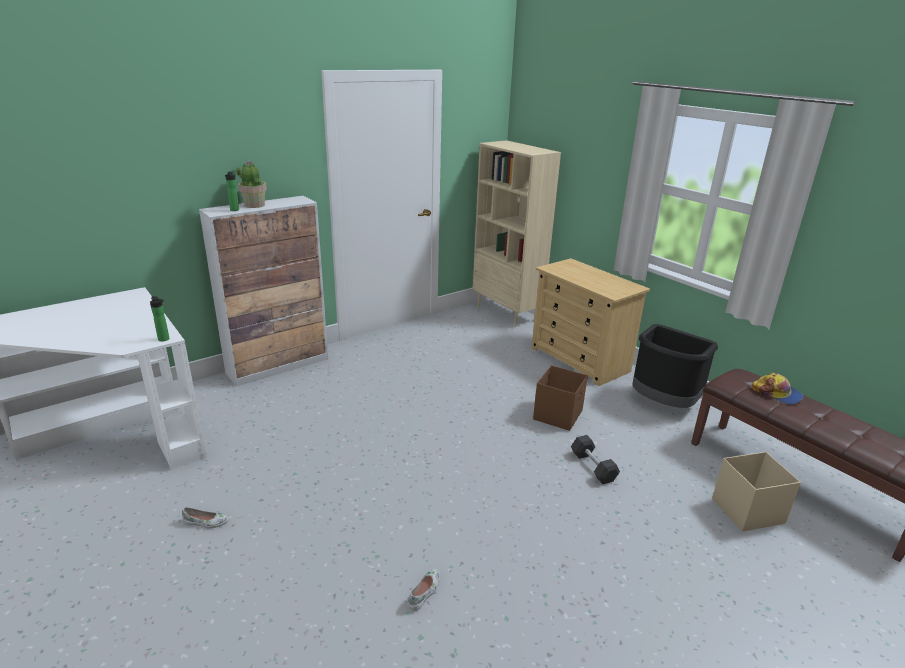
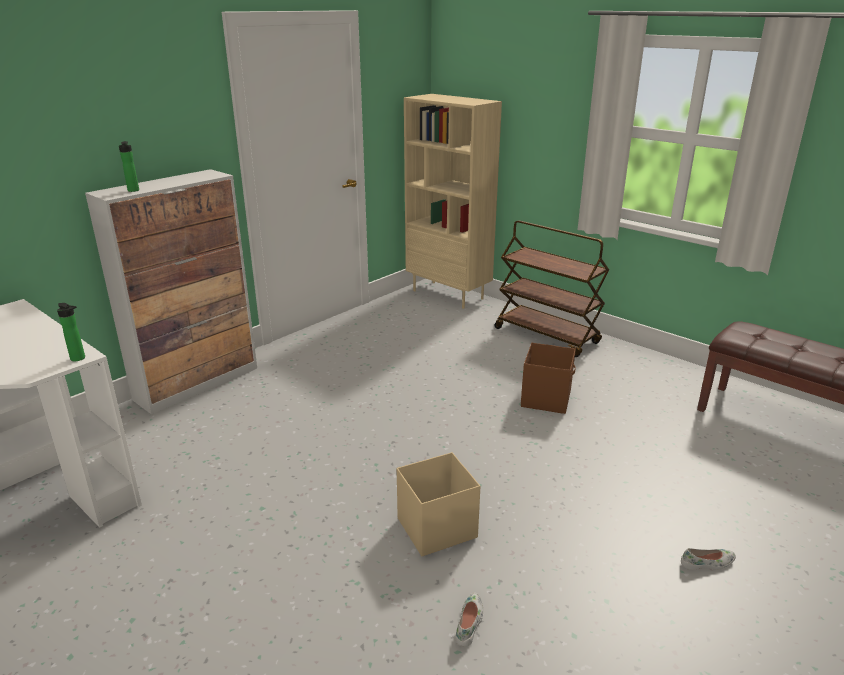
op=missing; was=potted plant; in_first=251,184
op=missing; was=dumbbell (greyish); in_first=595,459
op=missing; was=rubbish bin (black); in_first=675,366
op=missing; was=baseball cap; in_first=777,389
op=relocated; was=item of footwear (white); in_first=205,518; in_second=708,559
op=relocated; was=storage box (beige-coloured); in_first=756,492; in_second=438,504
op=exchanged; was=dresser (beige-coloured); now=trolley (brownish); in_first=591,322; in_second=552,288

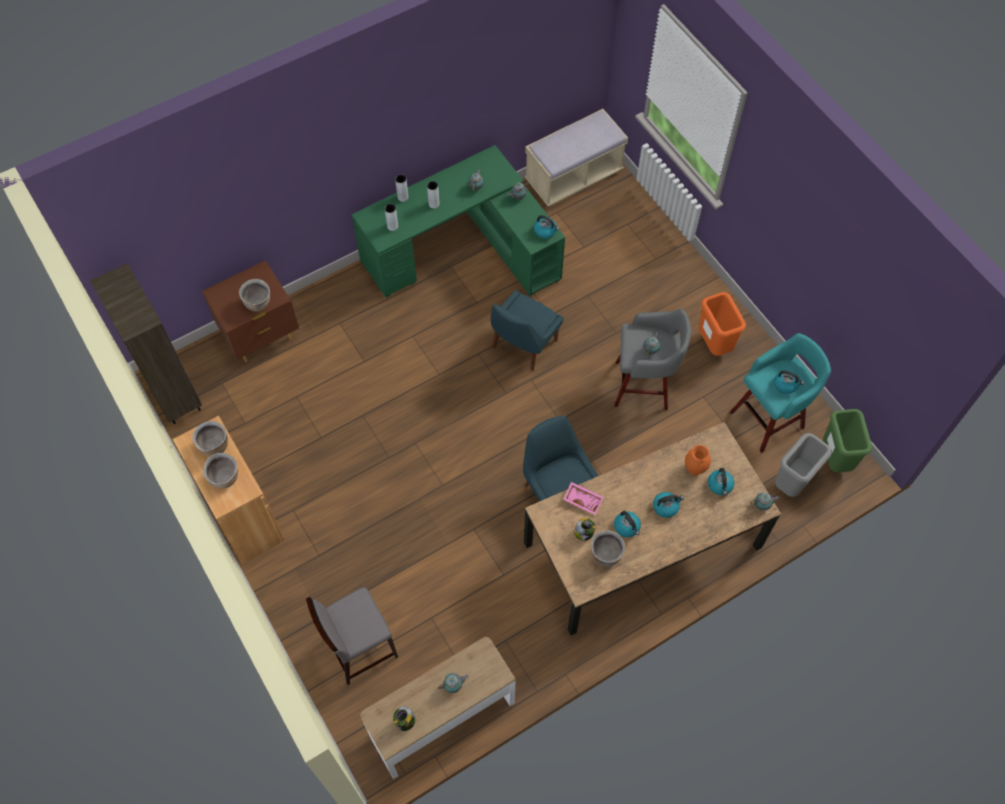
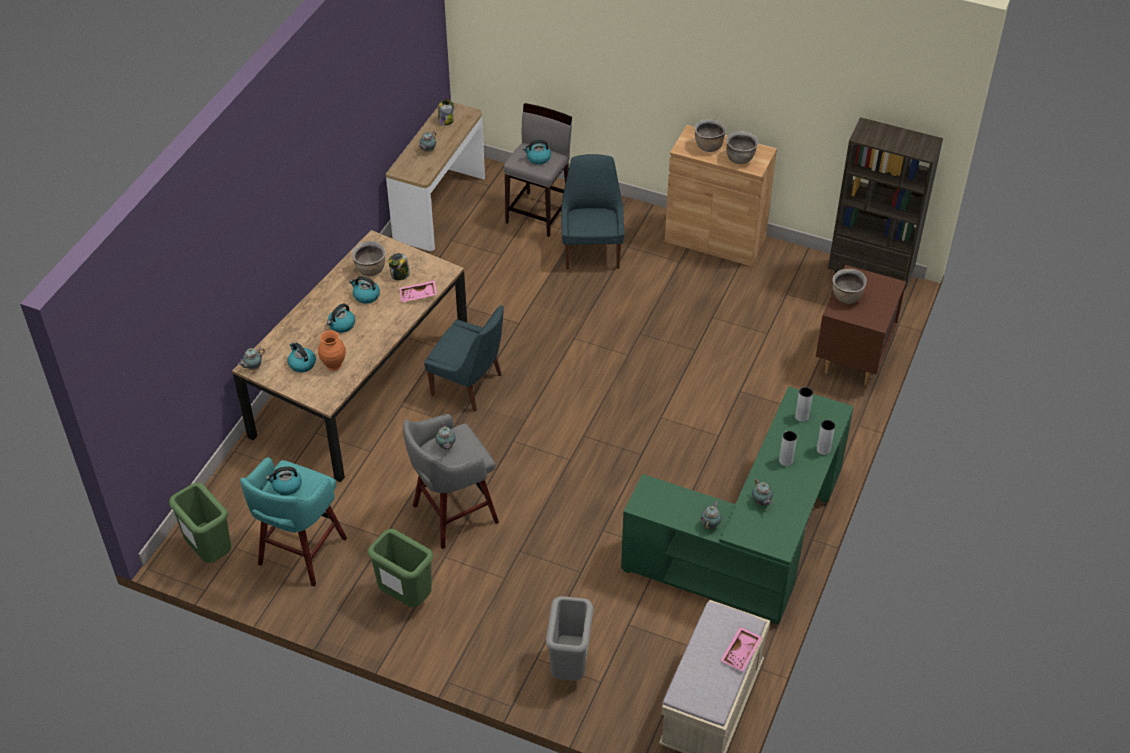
op=appeared; now=serving tray (pink); in_second=741,649
op=relocated; was=upright chair (blue); in_first=527,330; in_second=593,211
op=relocated; was=tea kettle; in_first=546,227; in_second=537,152
op=relocated; was=rubbish bin (greyish); in_first=803,465; in_second=570,638
op=colour; was=rubbish bin (orangey); now=rubbish bin (greenish); in_first=722,324; in_second=400,568

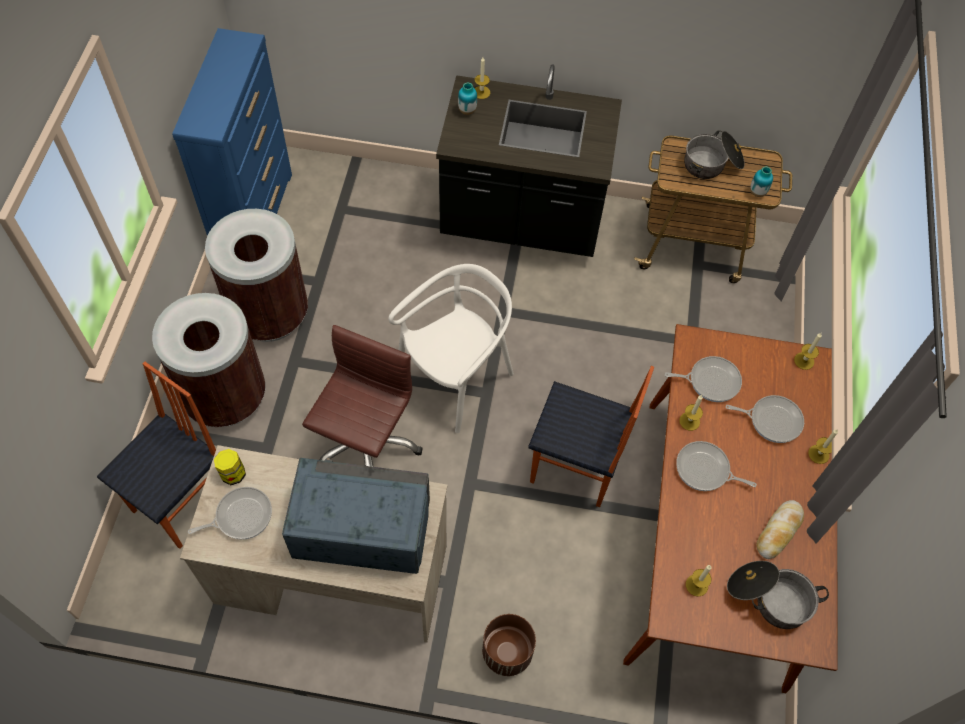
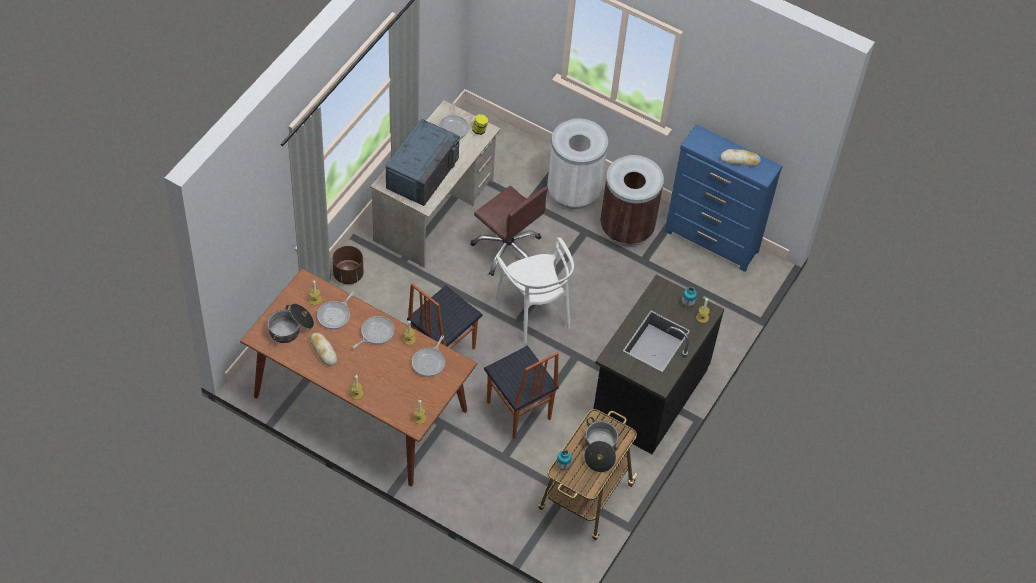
op=appeared; now=bread; in_second=741,157
op=relocated; was=upright chair; in_first=156,455; in_second=521,392
op=relocated; was=pan; in_first=764,419; in_second=335,310
op=colour; was=rubbish bin (brownish); now=rubbish bin (white); in_first=208,360; in_second=577,163

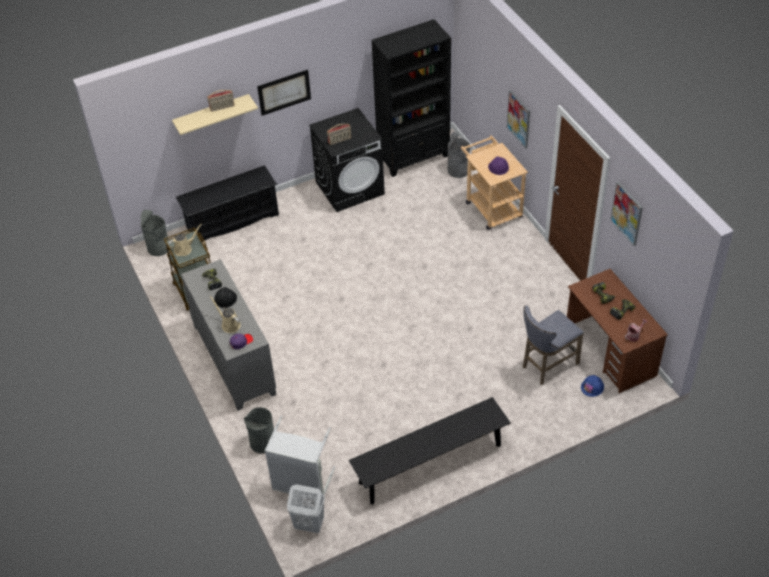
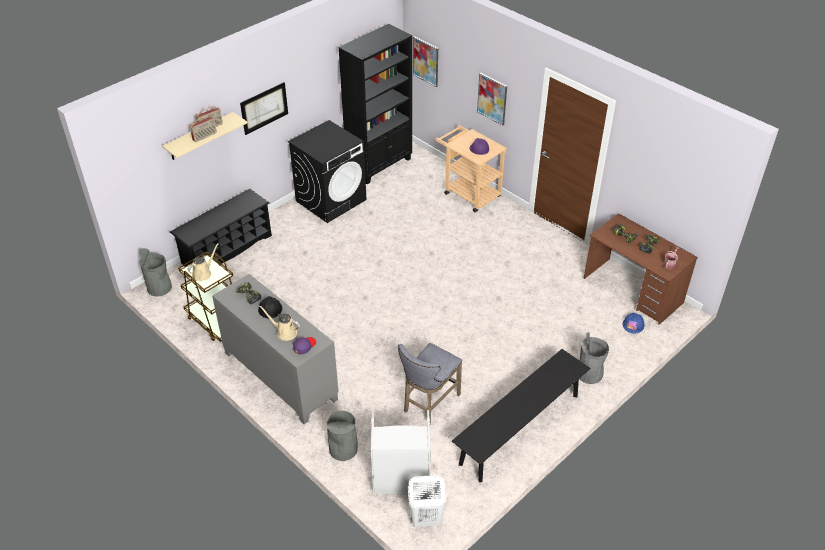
op=relocated; was=radio; in_first=339,134; in_second=203,129
op=relocated; was=rubbish bin (greyish); in_first=459,155; in_second=594,358
op=relocated; was=stool seat (greyish); in_first=553,345; in_second=430,383
op=relocated; was=wall picture; in_first=626,214; in_second=425,61

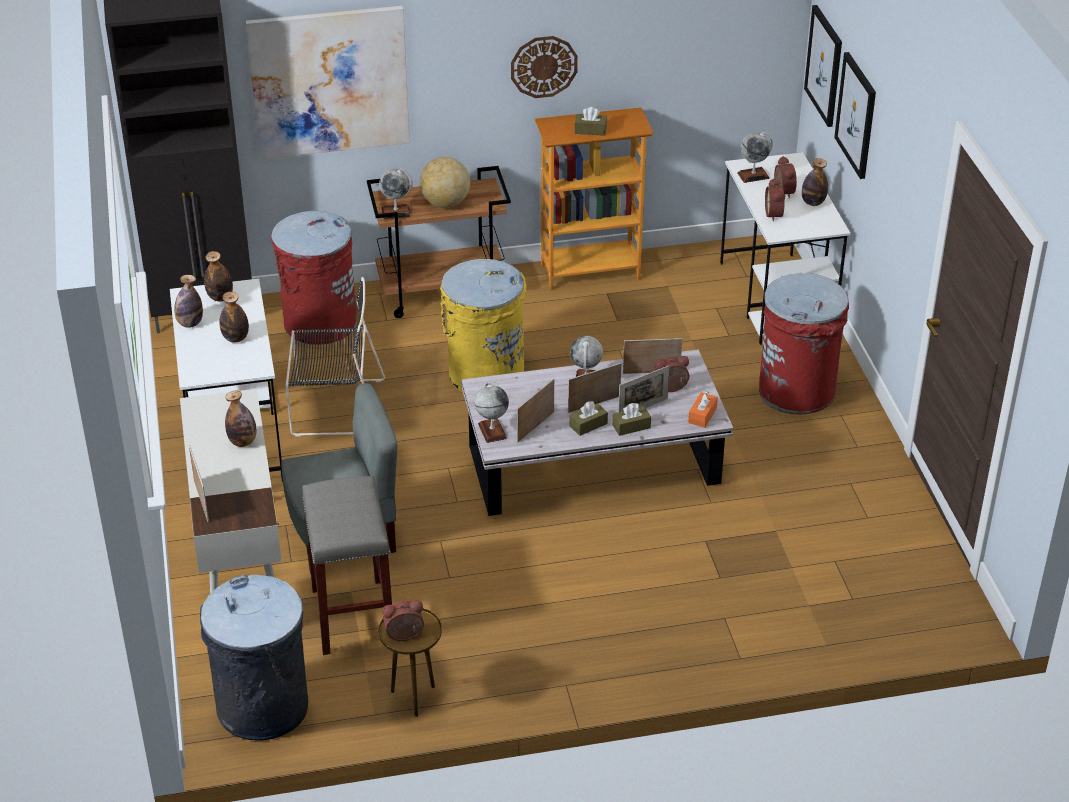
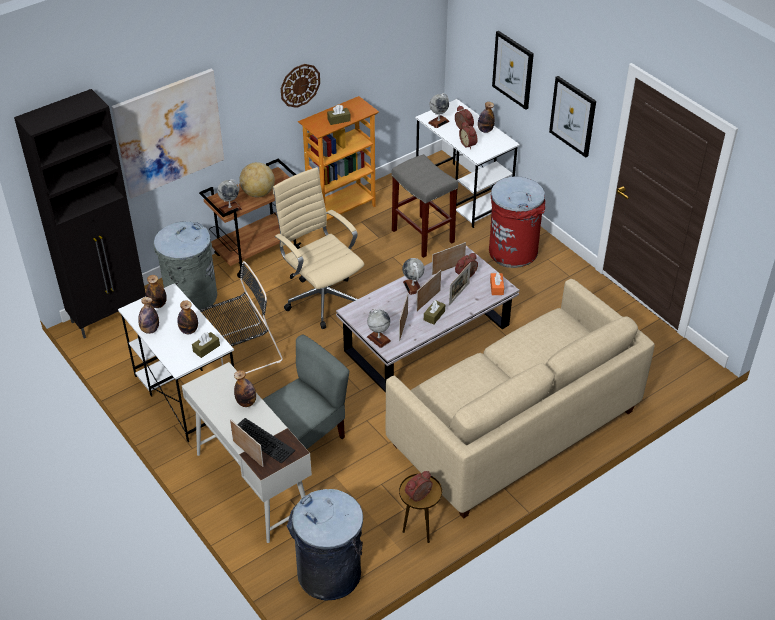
op=appeared; now=keyboard; in_second=263,441
op=appeared; now=couch (beige-coloured); in_second=520,399
op=relocated; was=stool seat (greyish); in_first=347,565; in_second=424,206
op=relocated; was=tissue box (brownish); in_first=631,419; in_second=206,345
op=relocated; was=wall picture; in_first=823,66; in_second=572,117
op=exchanged; was=rubbish bin (yellow-coloured); now=office chair (beige-coloured); in_first=483,325; in_second=318,248
op=colour; was=rubbish bin (red-coloured); now=rubbish bin (greyish); in_first=314,278; in_second=185,266

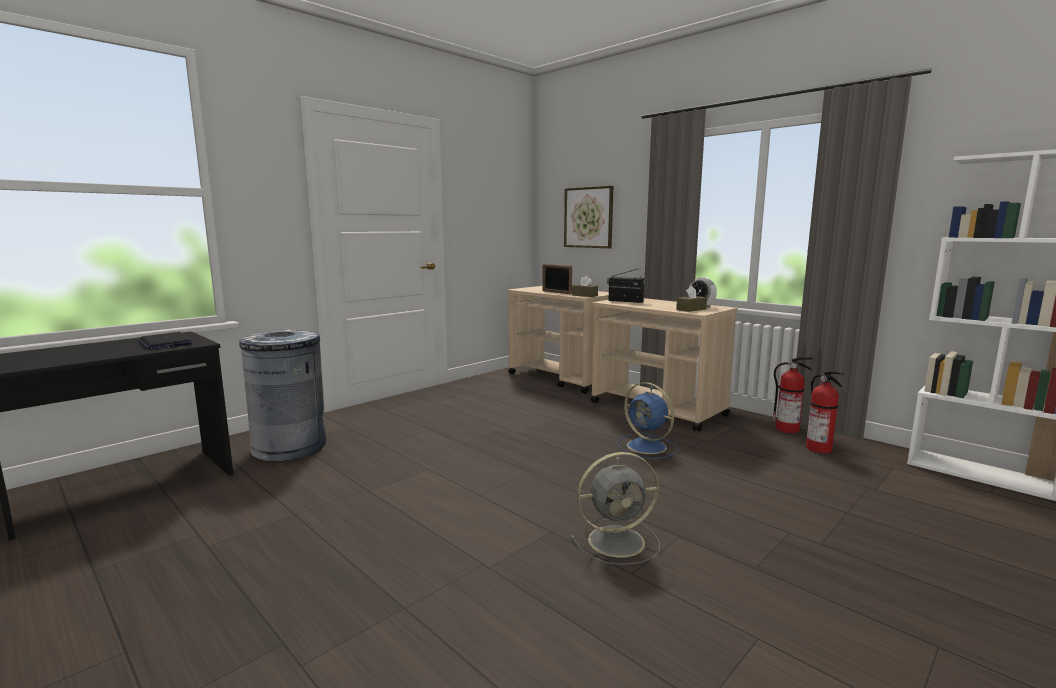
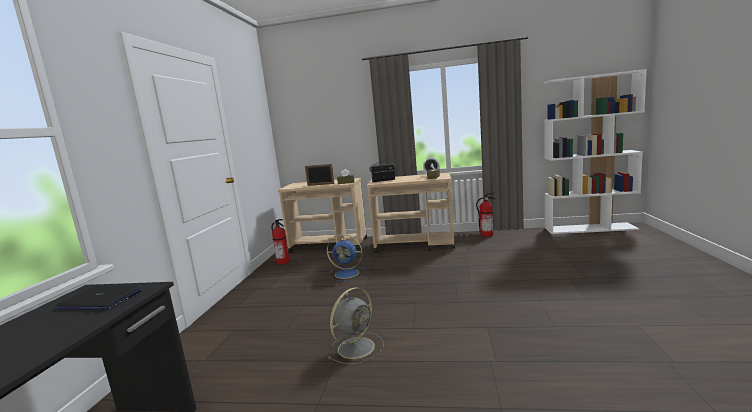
op=missing; was=rubbish bin (greyish); in_first=282,395
op=missing; was=wall picture; in_first=588,217
op=relocated; was=cooling fan (greyish); in_first=615,508; in_second=356,326
op=relocated; was=cooling fan (blue); in_first=648,420; in_second=346,257
op=relocated; was=fire-fighting cylinder; in_first=825,412; in_second=280,241

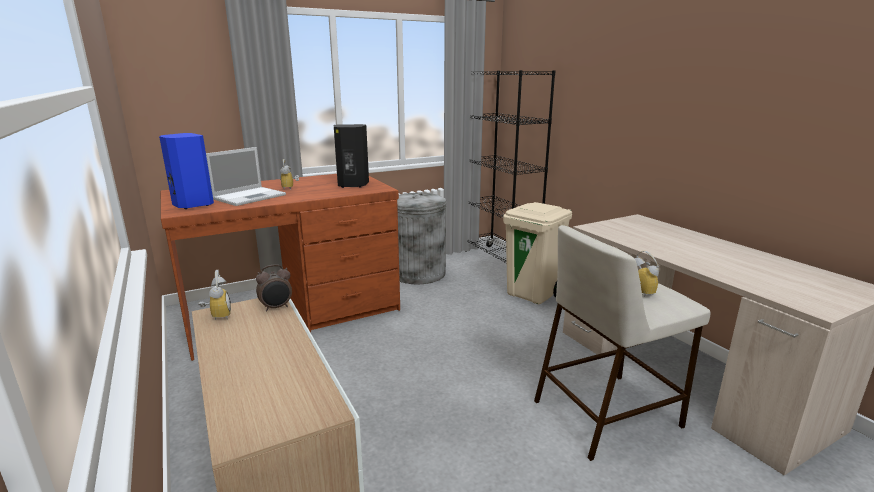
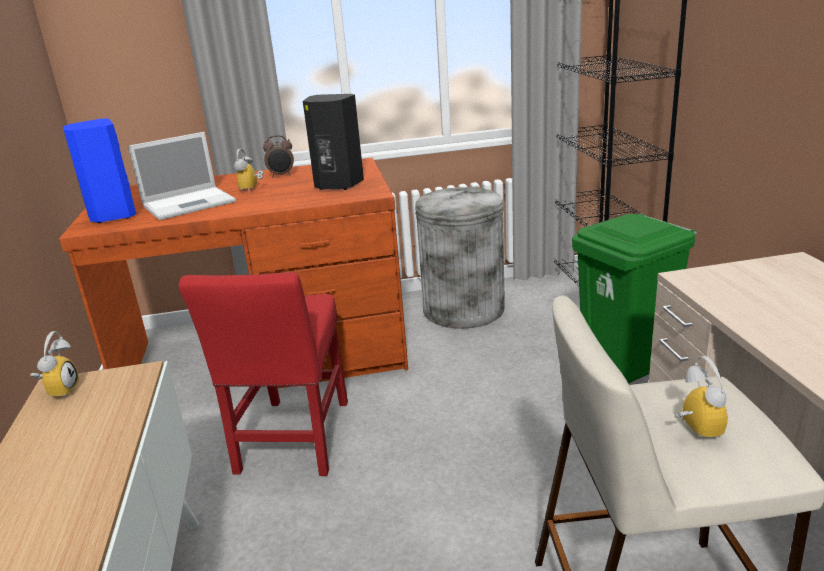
op=appeared; now=upright chair (red-coloured); in_second=263,374
op=relocated; was=alarm clock; in_first=274,288; in_second=278,156
op=colour; was=rubbish bin (beige-coloured); now=rubbish bin (greenish); in_first=537,253; in_second=634,298

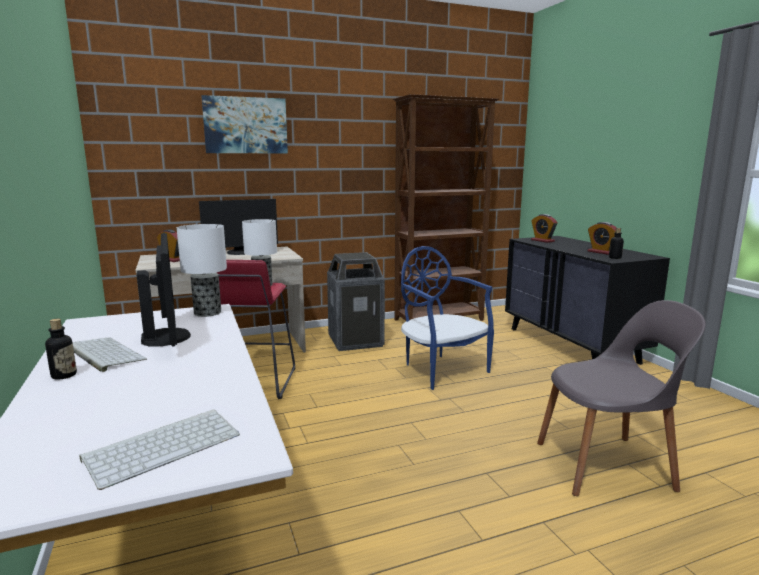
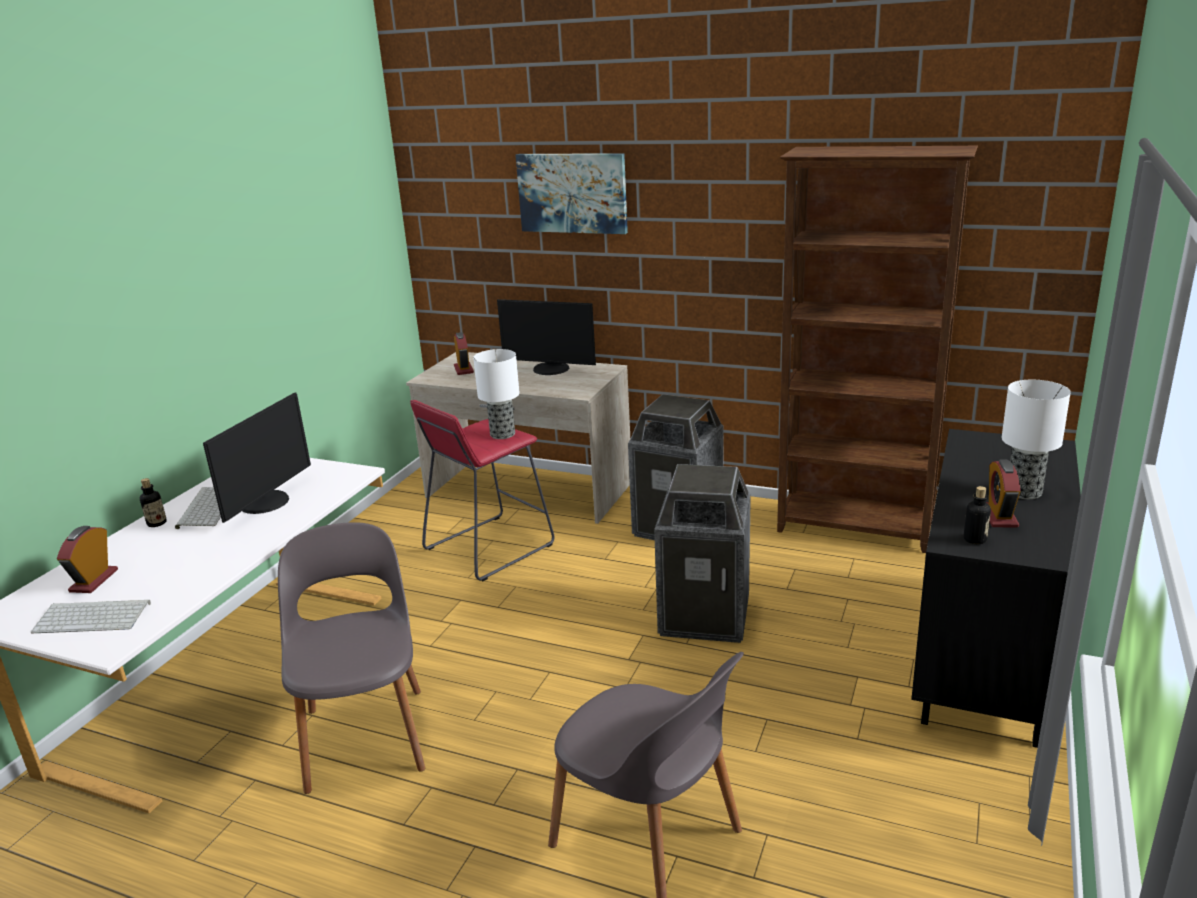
op=appeared; now=upright chair (greyish); in_second=351,658
op=relocated; was=tabletop lamp; in_first=202,270; in_second=1036,439
op=relocated; was=alarm clock; in_first=544,228; in_second=87,559
op=exchanged; was=upright chair (blue); now=rubbish bin; in_first=447,318; in_second=702,553

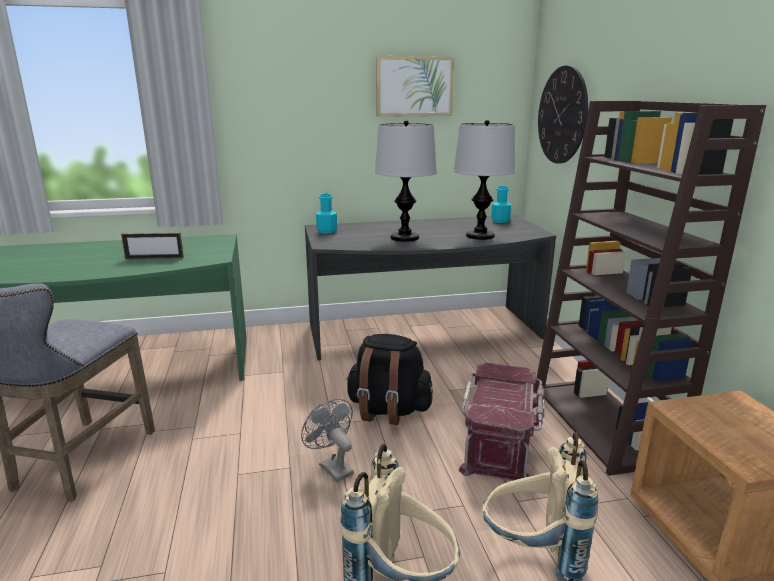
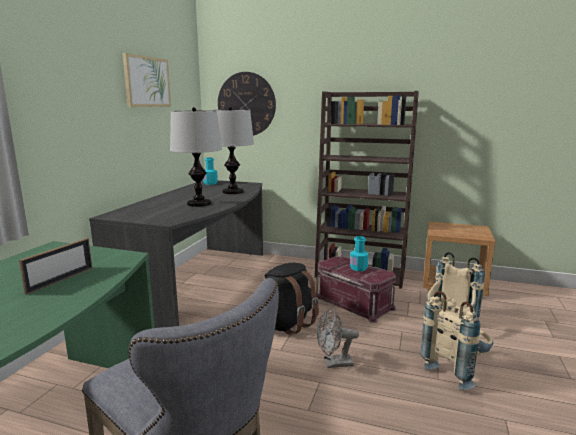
op=relocated; was=beverage bottle (turquoise); in_first=326,213; in_second=359,253

